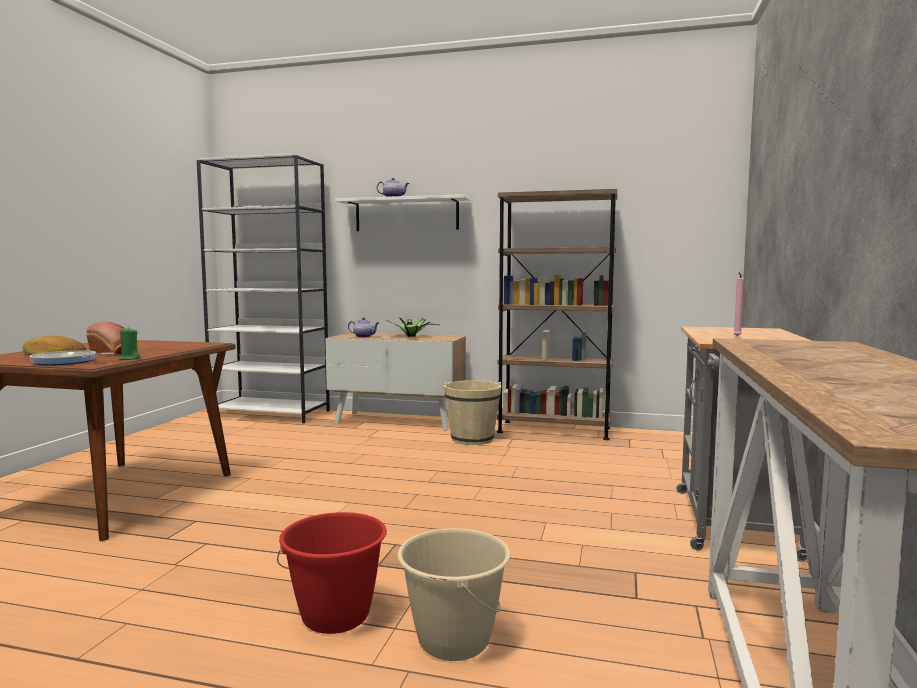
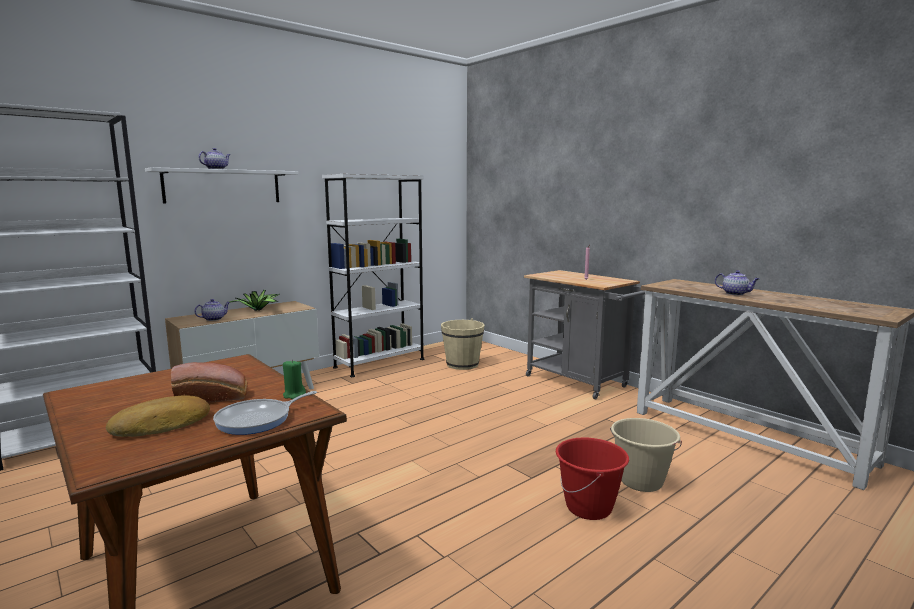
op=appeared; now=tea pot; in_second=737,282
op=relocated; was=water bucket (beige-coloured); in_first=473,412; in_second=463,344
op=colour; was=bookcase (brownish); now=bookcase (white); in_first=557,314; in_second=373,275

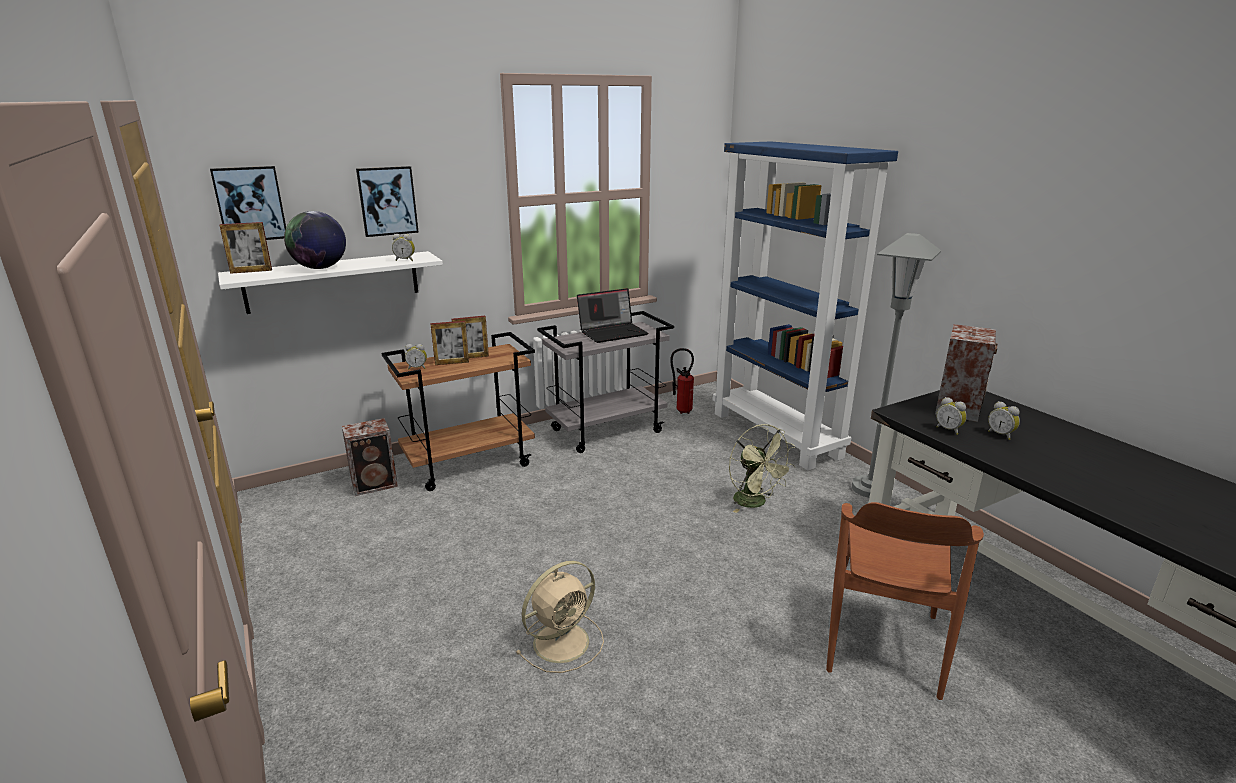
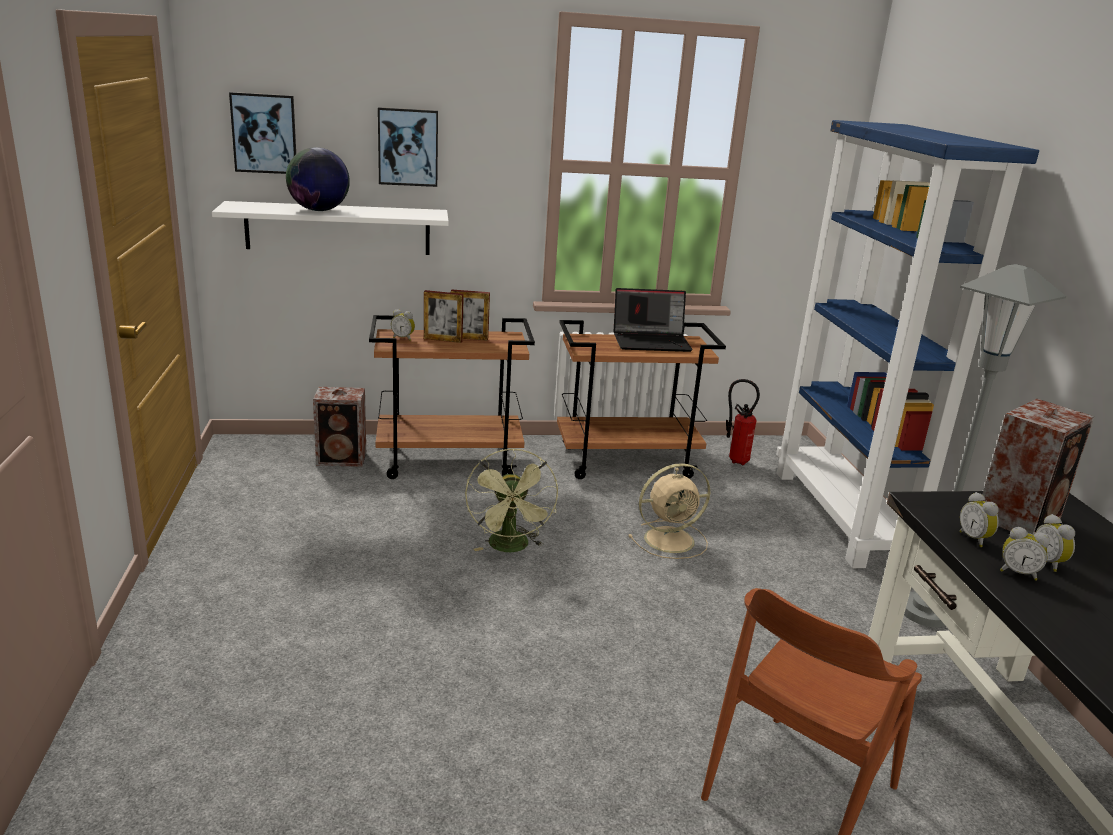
op=missing; was=photo frame; in_first=245,248
op=relocated; was=alarm clock; in_first=403,247; in_second=1025,554
op=relocated; was=cooling fan (beige-coloured); in_first=560,617; in_second=669,511
op=relocated; was=cooling fan (greenish); in_first=762,468; in_second=511,500
op=colour; was=trolley (greyish); now=trolley (brownish); in_first=605,382; in_second=641,399

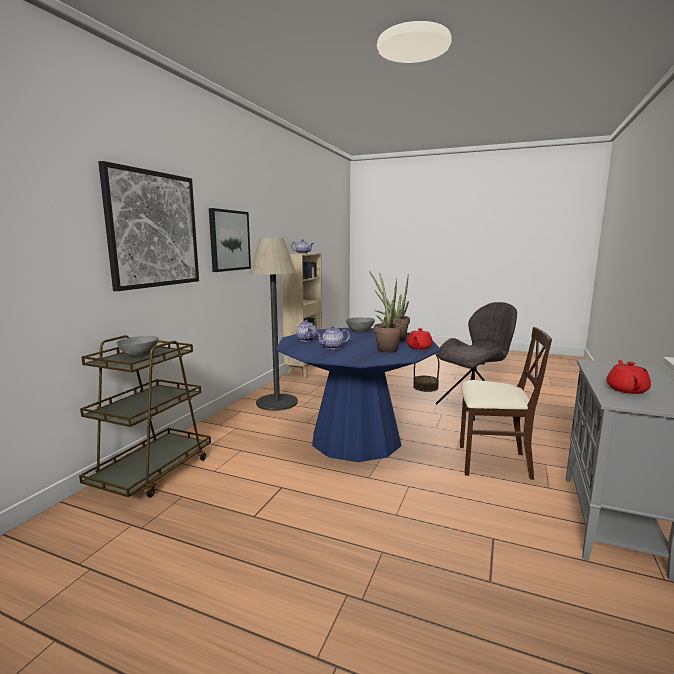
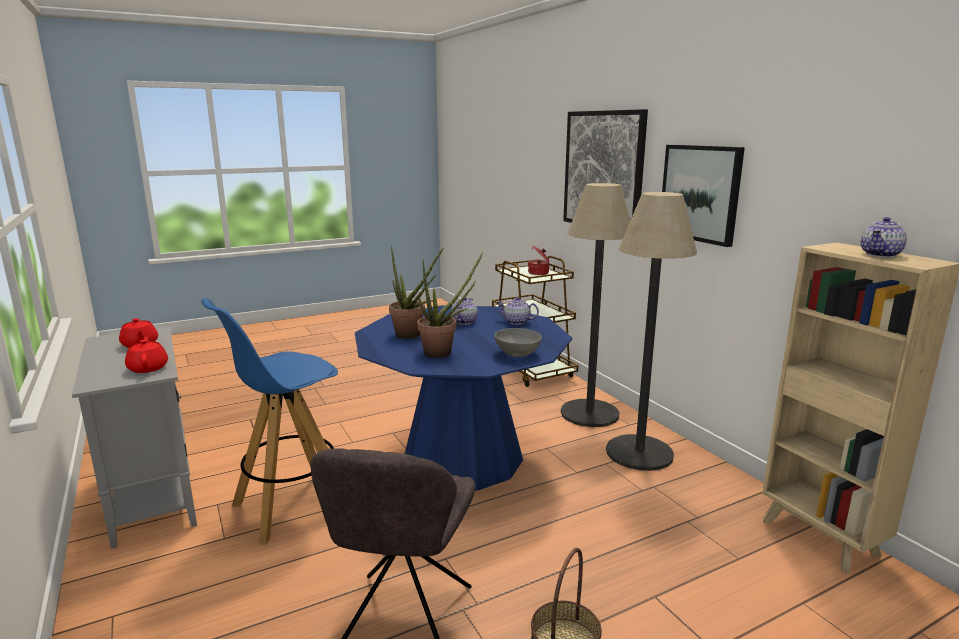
op=appeared; now=standing lamp; in_second=595,305
op=relocated; was=tea pot (red-coloured); in_first=420,339; in_second=146,354
op=exchanged; was=deep dish (greyish); now=stockpot; in_first=138,346; in_second=538,260
op=exchanged; was=upright chair (beige-coloured); now=stool seat (blue); in_first=506,403; in_second=269,421

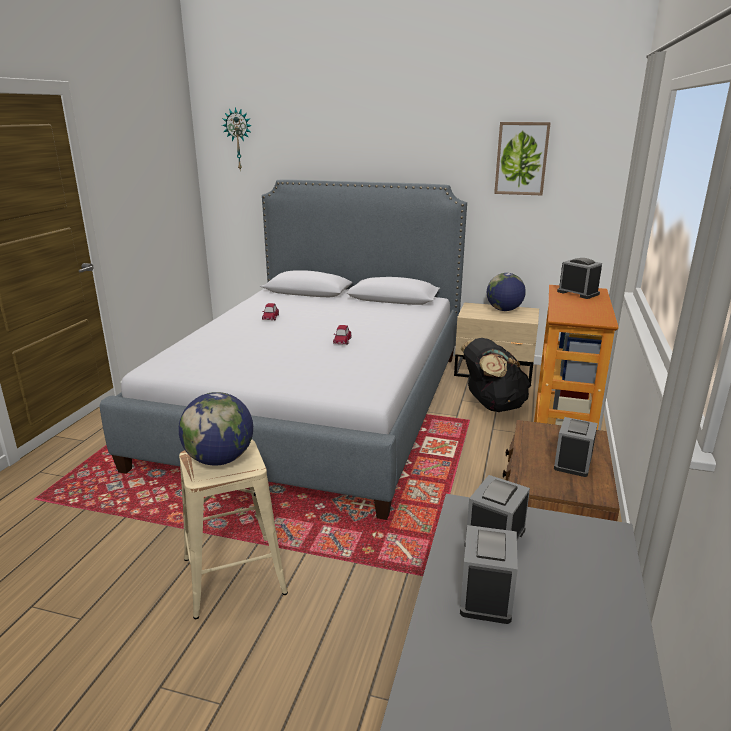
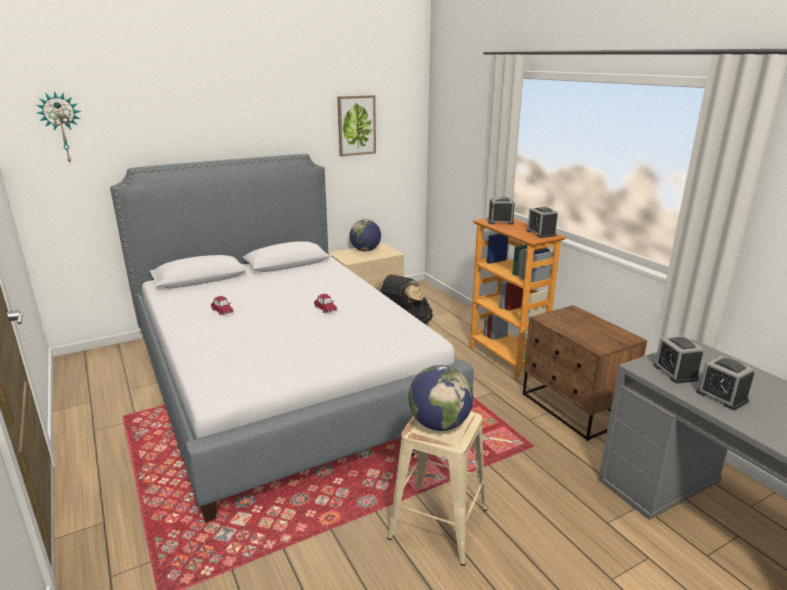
op=relocated; was=alarm clock; in_first=576,447; in_second=542,222

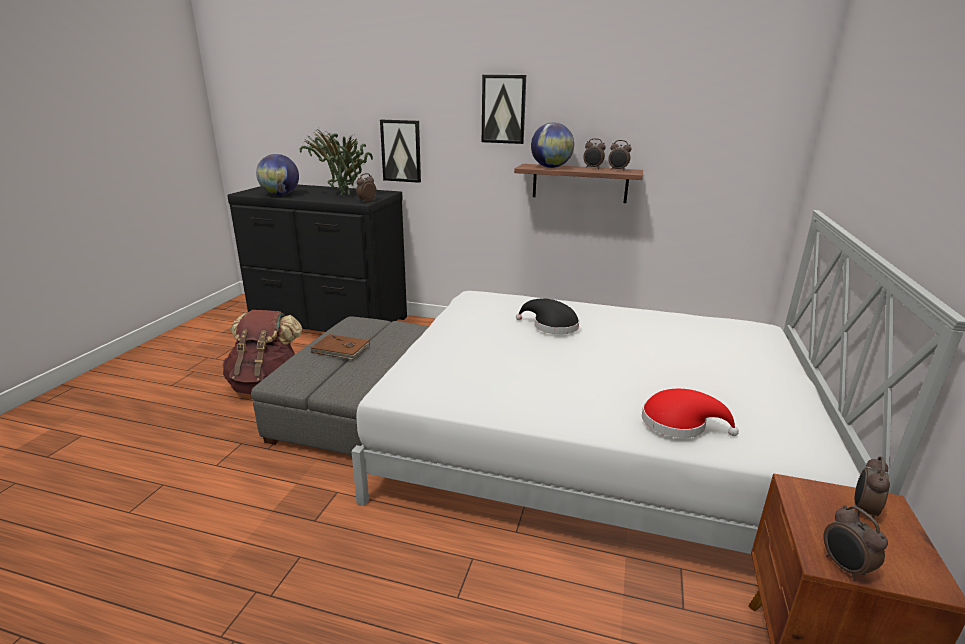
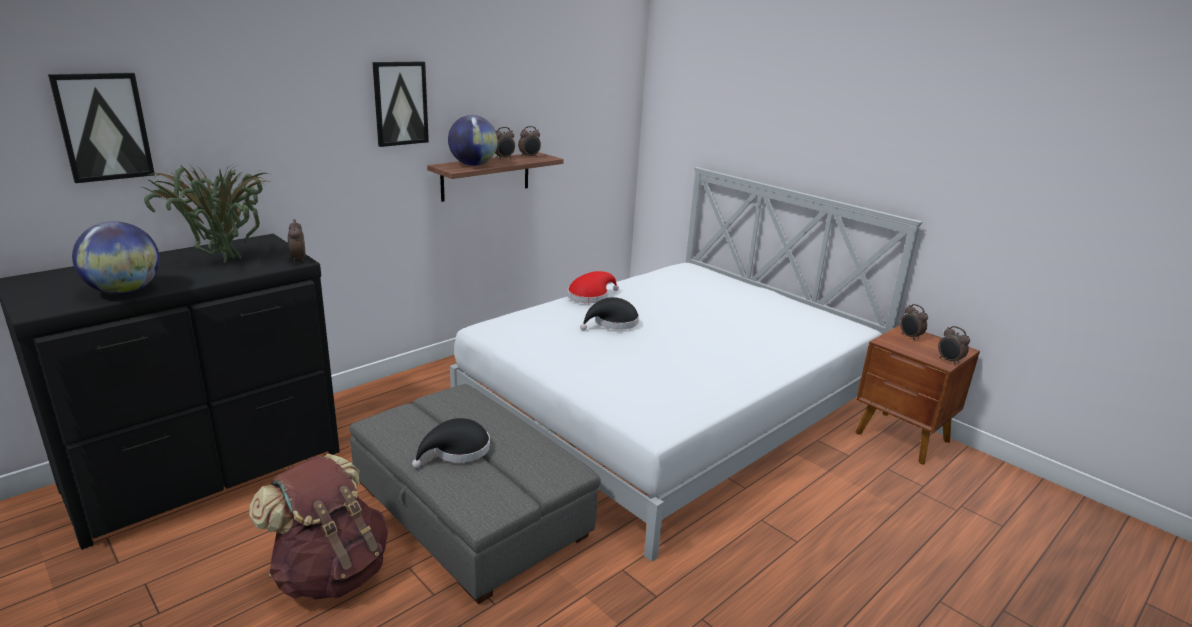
op=relocated; was=wall picture; in_first=400,151; in_second=101,128
op=relocated; was=wearable hat (red-coloured); in_first=690,413; in_second=593,287
op=exchanged; was=book (brownish); now=wearable hat (black); in_first=340,347; in_second=451,443
op=spun; was=alarm clock; in_first=856,543; in_second=954,345; clockwise=45

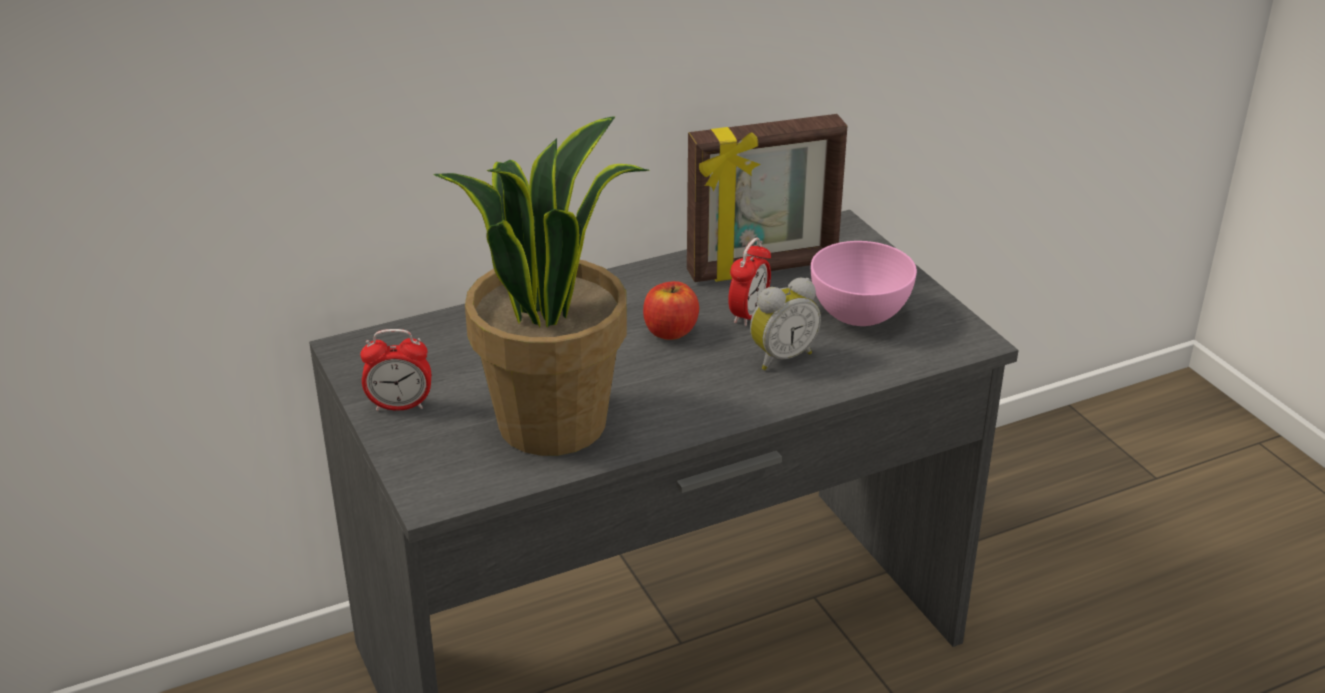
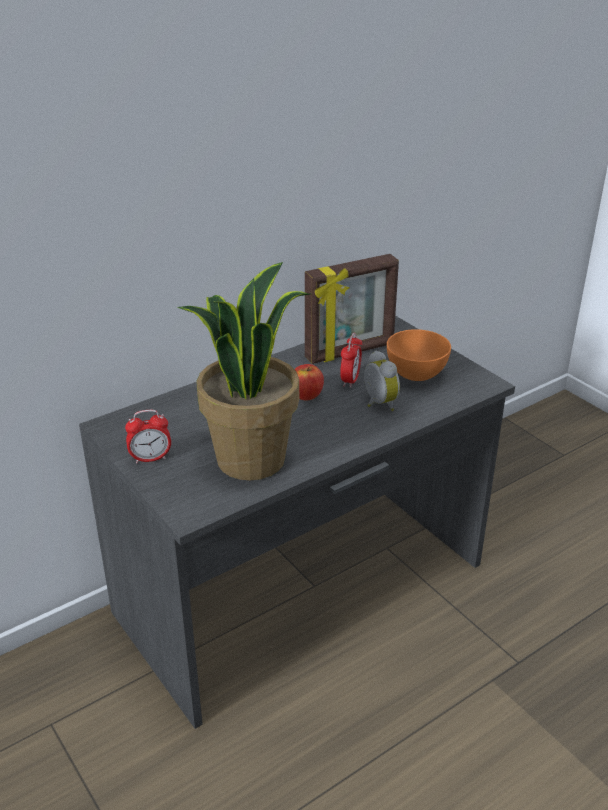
op=colour; was=deep dish (pink); now=deep dish (orangey); in_first=864,283; in_second=419,355
op=spun; was=alarm clock; in_first=785,324; in_second=382,381; clockwise=-75

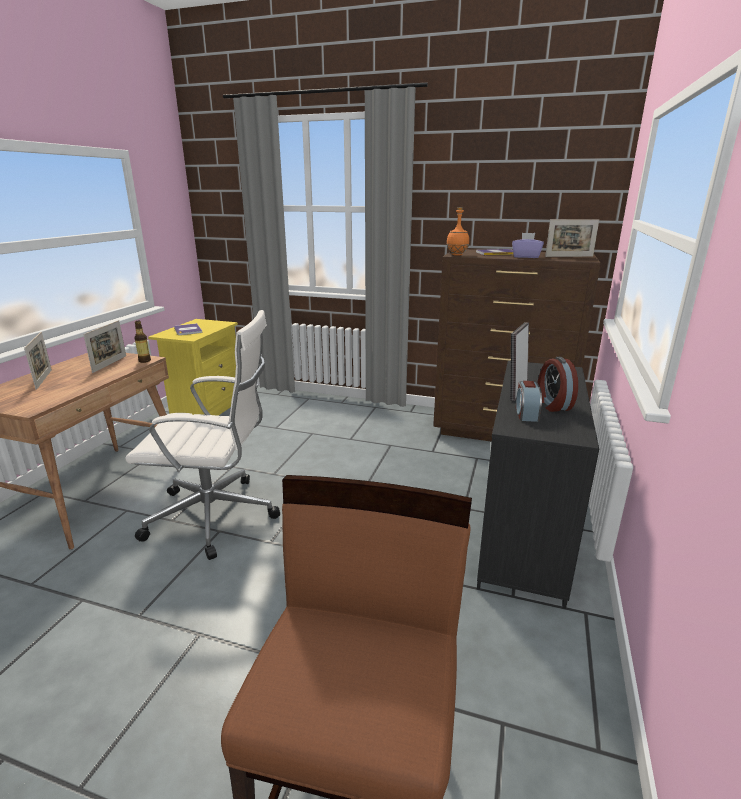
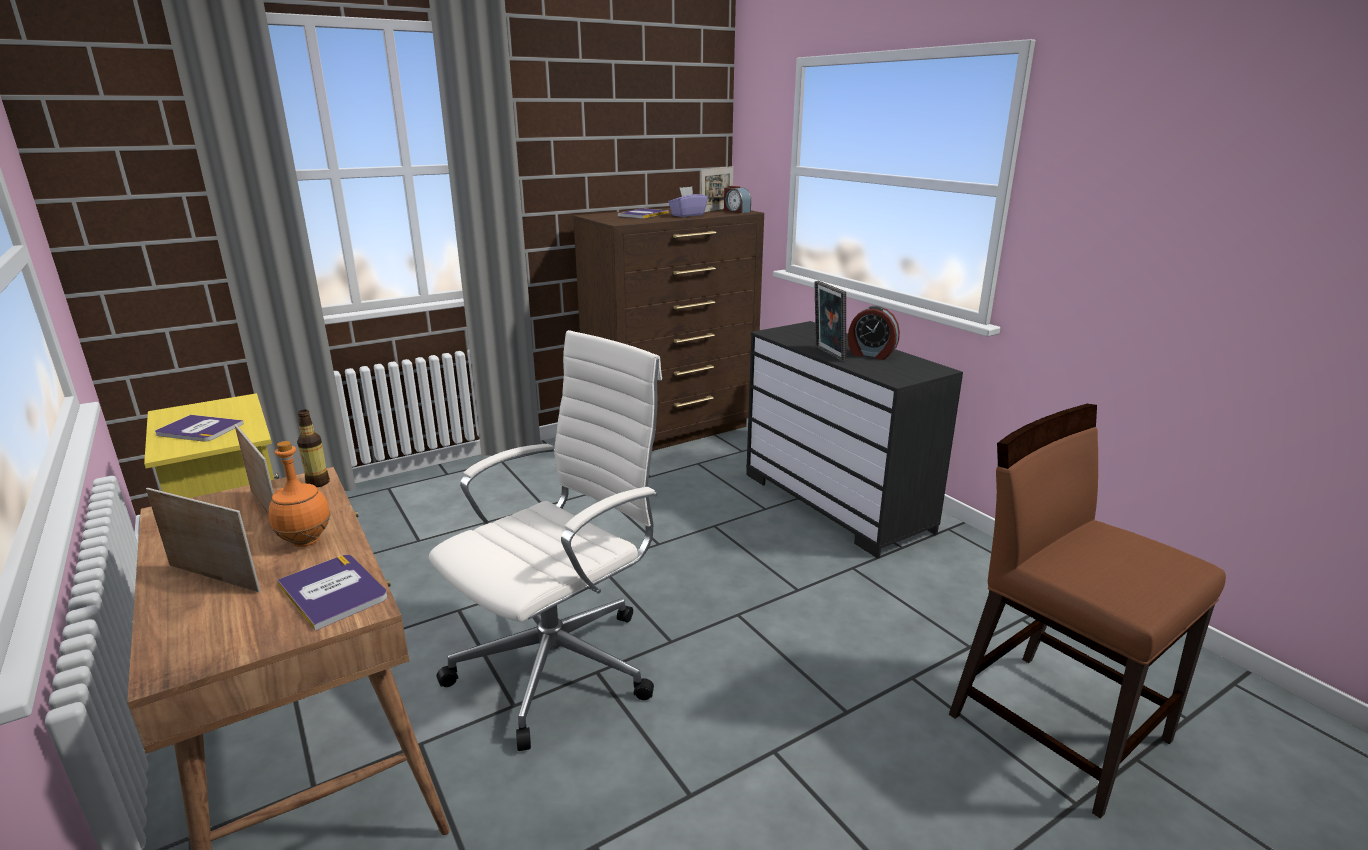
op=appeared; now=book; in_second=332,593
op=relocated; was=beverage bottle (orangey); in_first=457,231; in_second=300,494
op=relocated; was=alarm clock; in_first=529,401; in_second=737,199

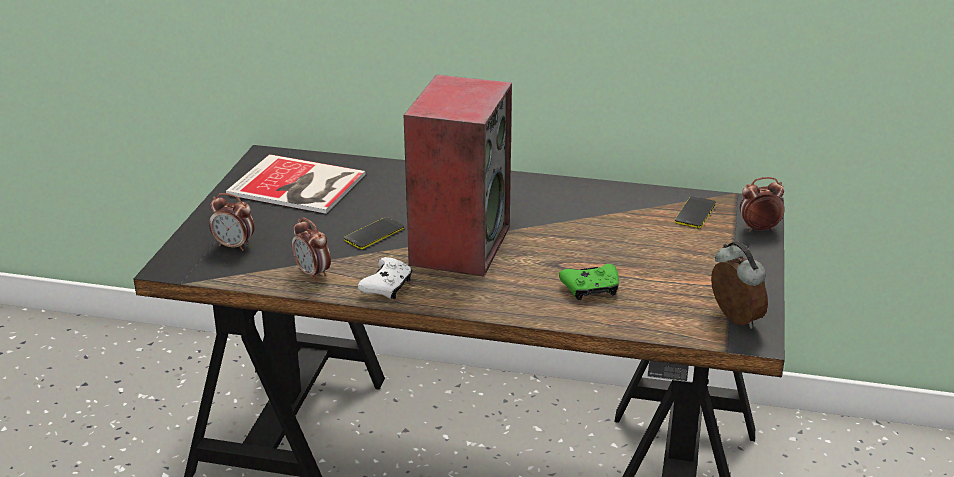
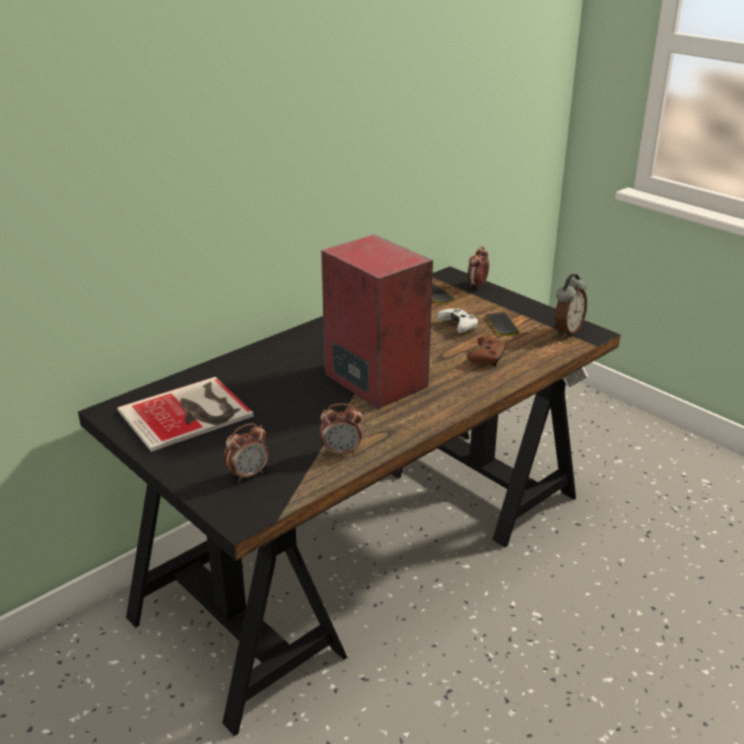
op=relocated; was=phone; in_first=374,233; in_second=502,324
op=relocated; was=game controller (white); in_first=385,278; in_second=457,320
op=colour; was=game controller (greenish); now=game controller (brownish); in_first=589,282; in_second=486,351
op=spun; was=alarm clock; in_first=739,285; in_second=571,306; clockwise=120

